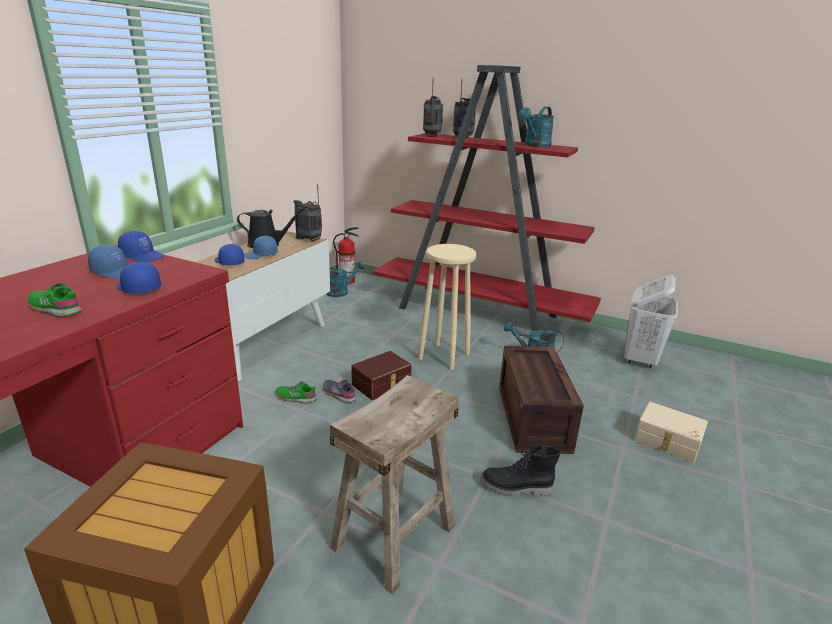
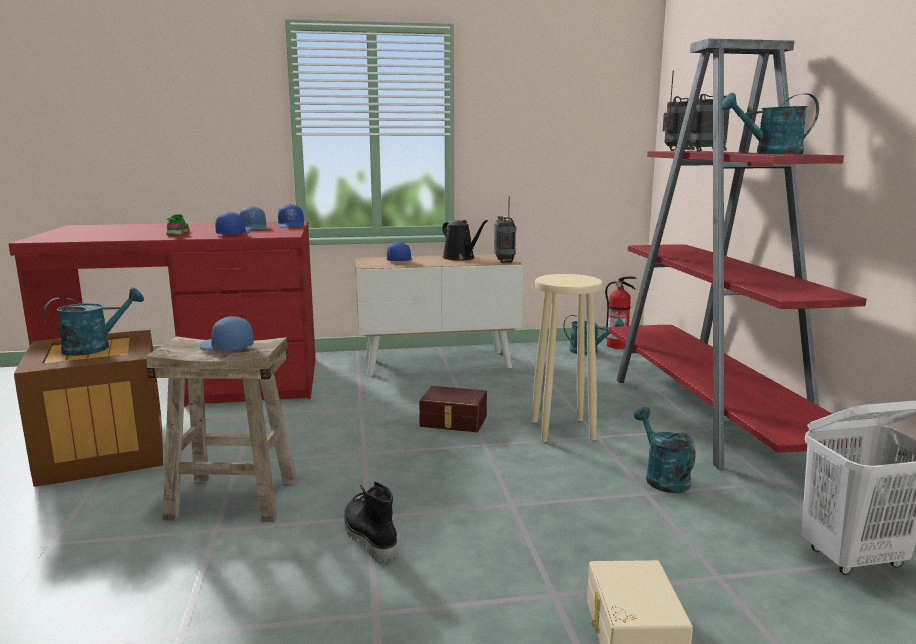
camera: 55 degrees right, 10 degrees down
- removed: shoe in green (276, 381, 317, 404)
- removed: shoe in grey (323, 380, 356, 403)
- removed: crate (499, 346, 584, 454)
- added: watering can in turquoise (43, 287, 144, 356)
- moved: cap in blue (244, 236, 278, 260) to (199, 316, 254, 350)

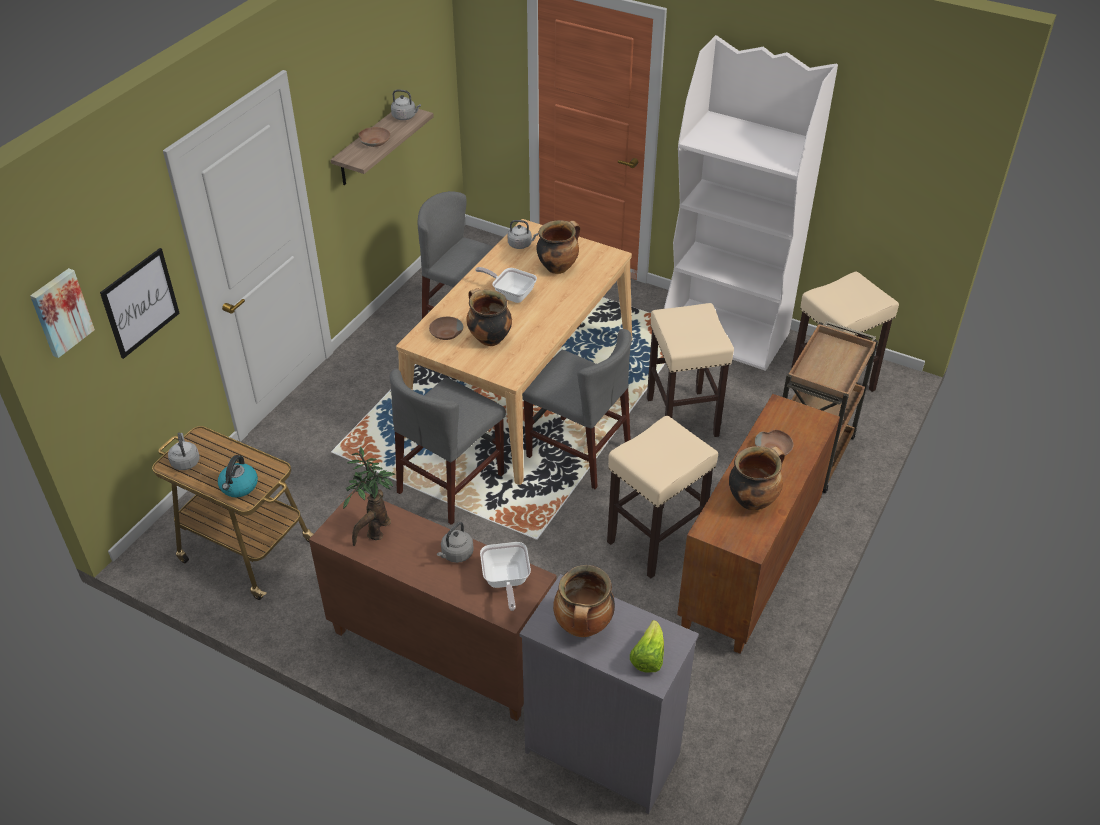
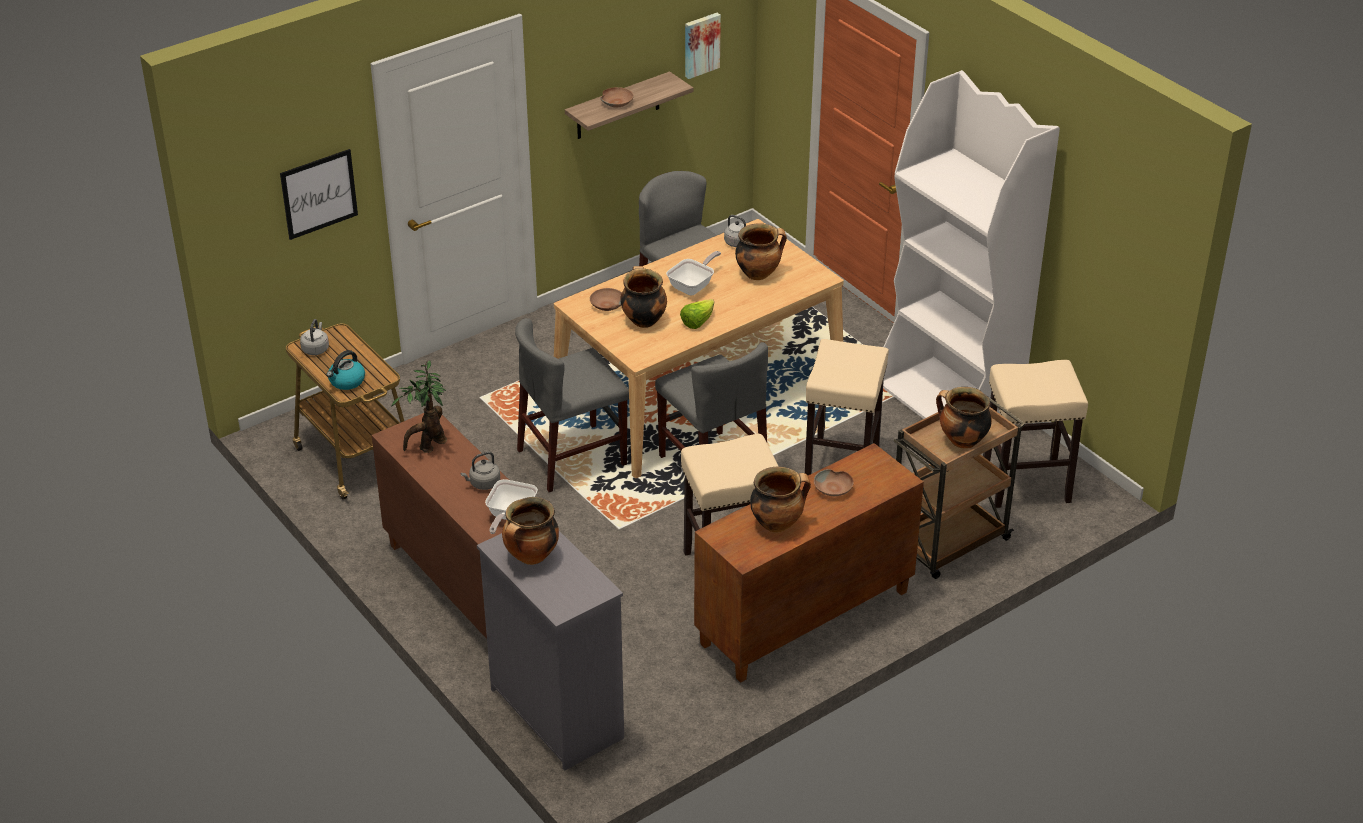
camera: 25 degrees right, 5 degrees down
- removed: kettle in grey (391, 89, 421, 120)
- added: cooking pot (936, 387, 992, 449)
- moved: picture (30, 268, 95, 358) to (685, 13, 721, 79)
- moved: lettuce (630, 620, 664, 673) to (680, 299, 714, 329)
- turned: frying pan (475, 267, 537, 303) = (666, 251, 721, 295) 75 degrees clockwise

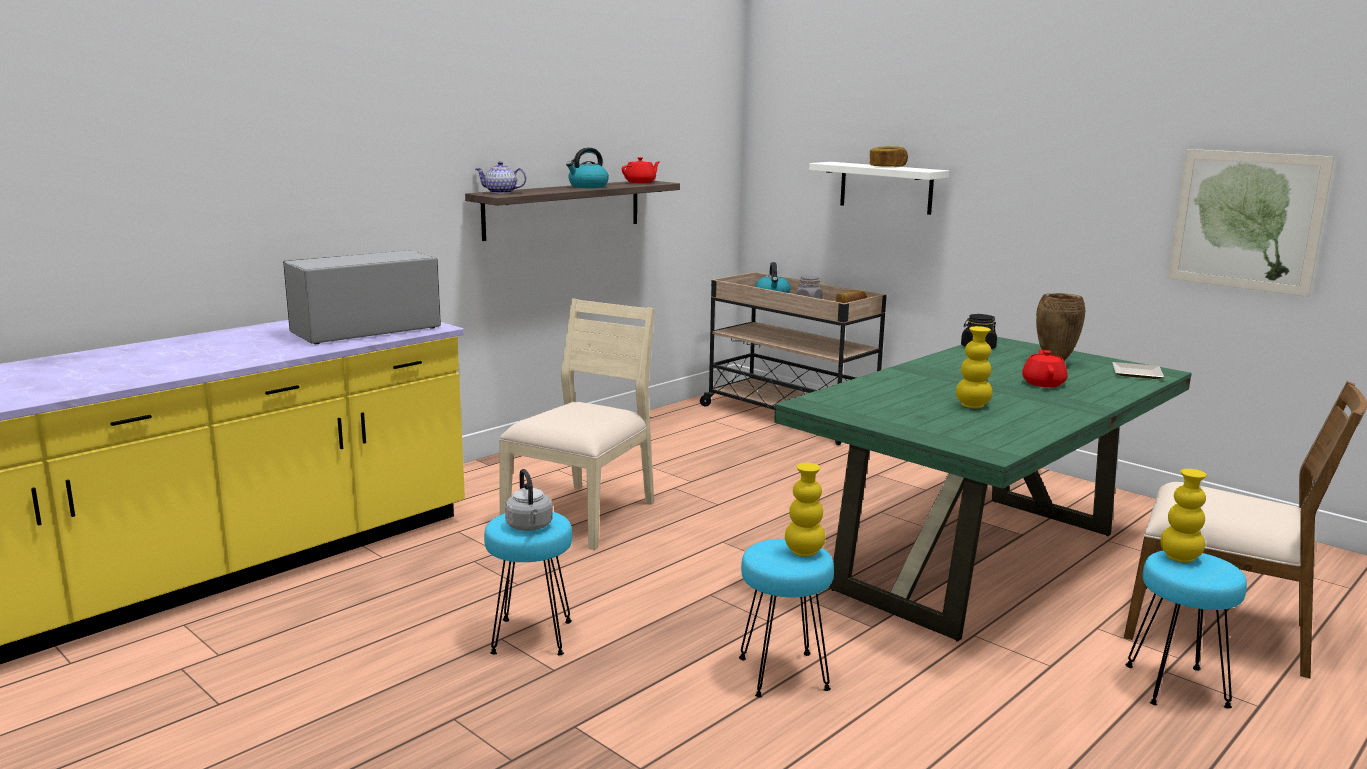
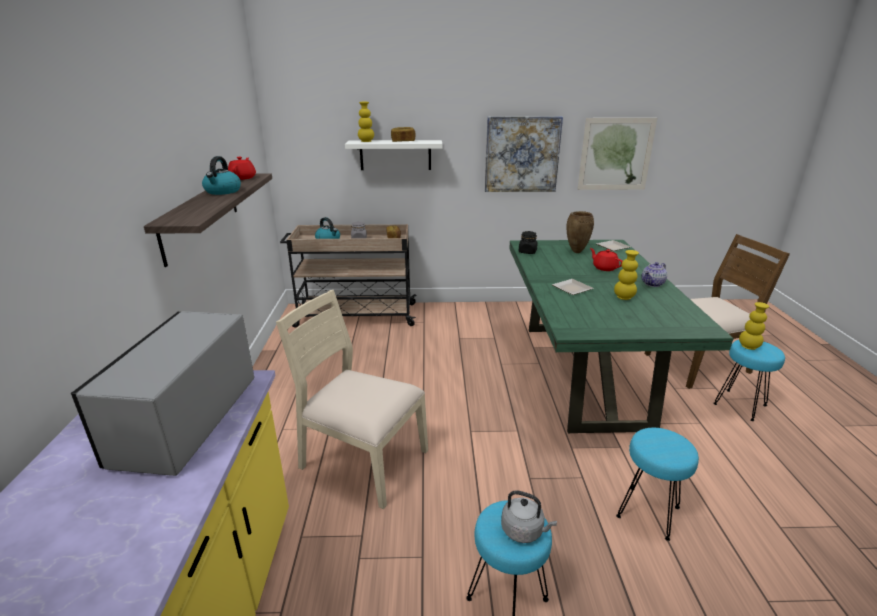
camera: 45 degrees left, 10 degrees up
- added: picture (485, 116, 563, 192)
- added: plate (552, 279, 594, 295)
- moved: teapot (476, 161, 526, 194) to (641, 262, 667, 287)
- moved: vase in yellow (785, 463, 825, 557) to (358, 102, 374, 142)
- turned: chair in beige (499, 298, 655, 550) = (276, 290, 428, 509) 45 degrees counterclockwise

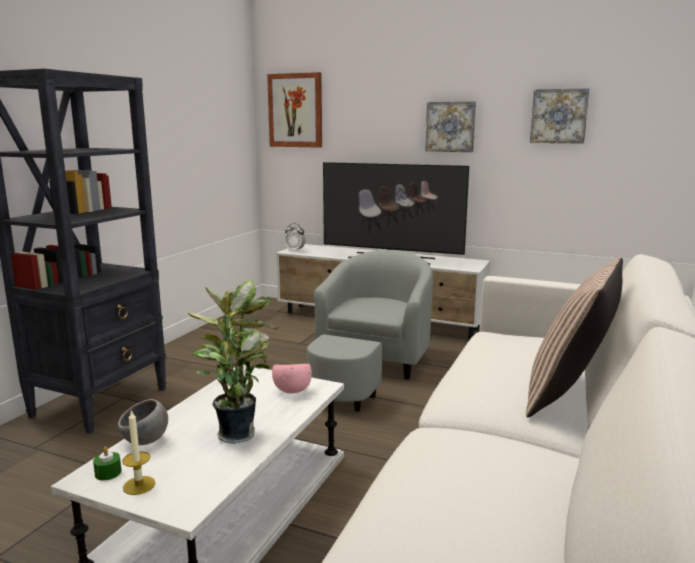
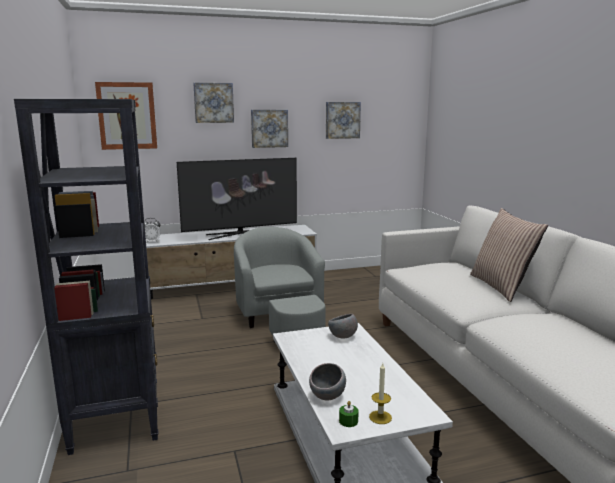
camera: 40 degrees left, 0 degrees up
- removed: potted plant (188, 280, 280, 444)
- added: picture (193, 83, 234, 123)
- recoloured: bowl in pink (272, 364, 312, 393) to bowl in grey (328, 314, 358, 339)

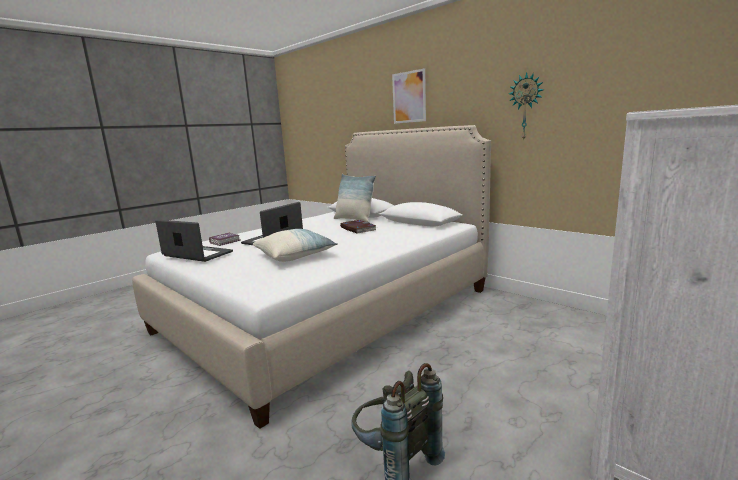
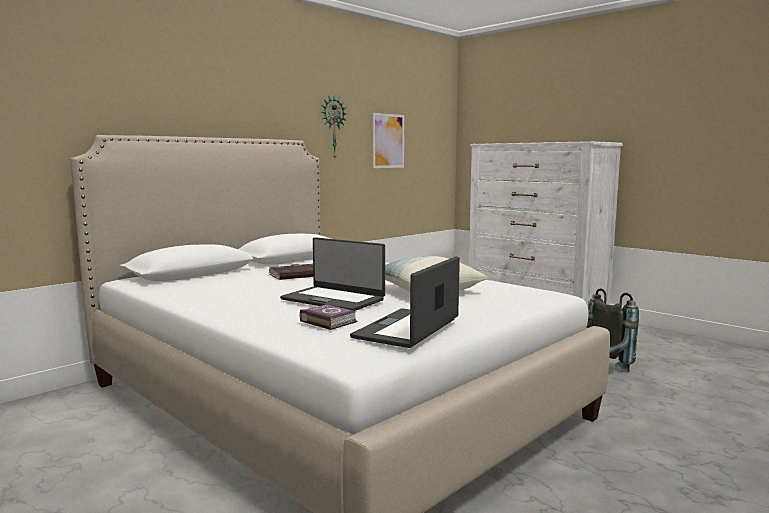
camera: 90 degrees left, 5 degrees down
- removed: pillow (334, 174, 376, 222)
- moved: picture (392, 68, 426, 124) to (372, 113, 404, 168)

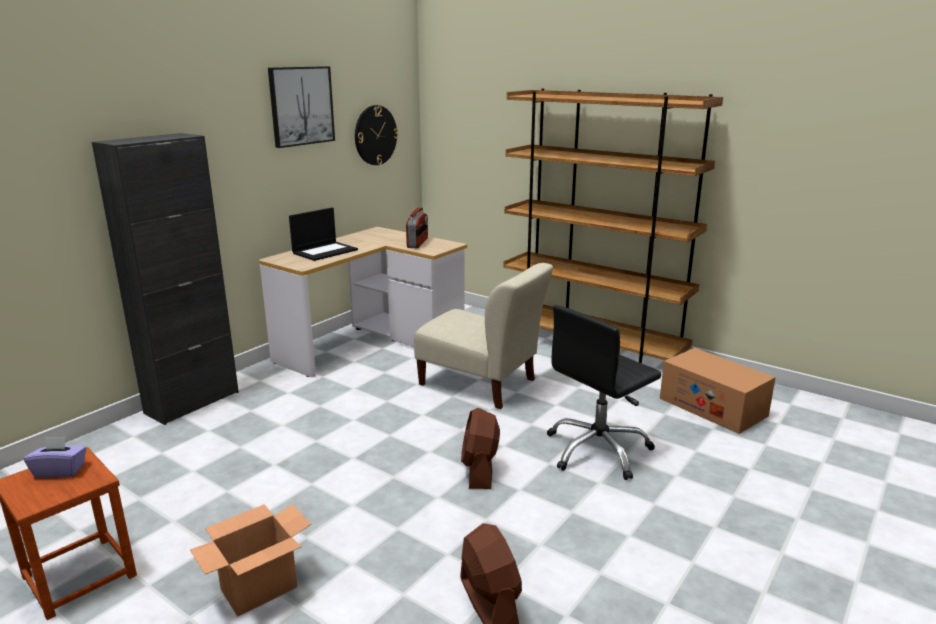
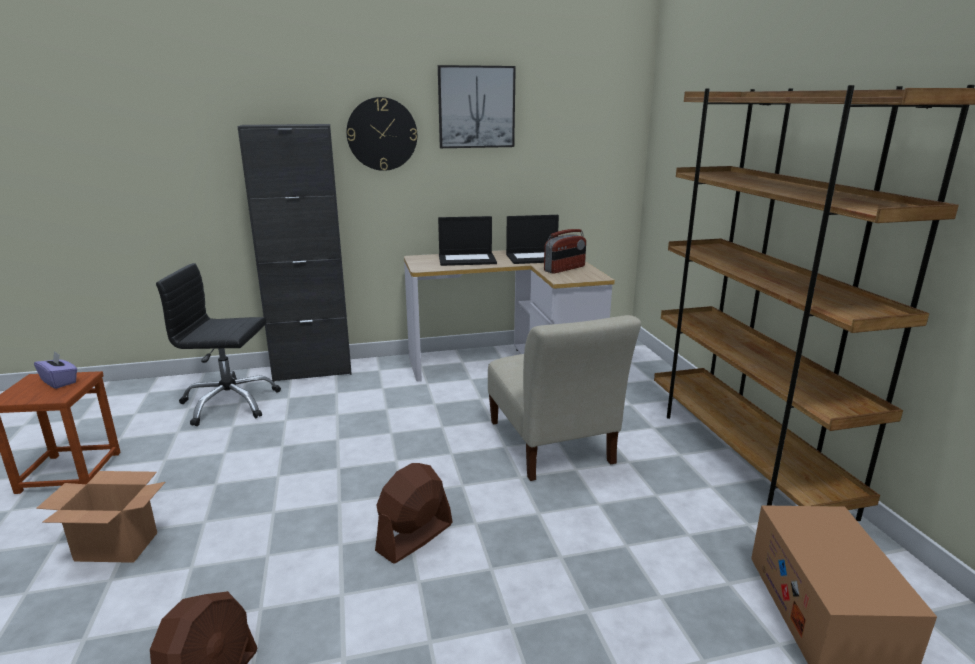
camera: 40 degrees right, 0 degrees up
- added: laptop (506, 215, 559, 264)
- moved: wall clock (355, 105, 398, 165) to (346, 97, 417, 171)
- moved: office chair in black (547, 305, 661, 480) to (156, 263, 281, 426)

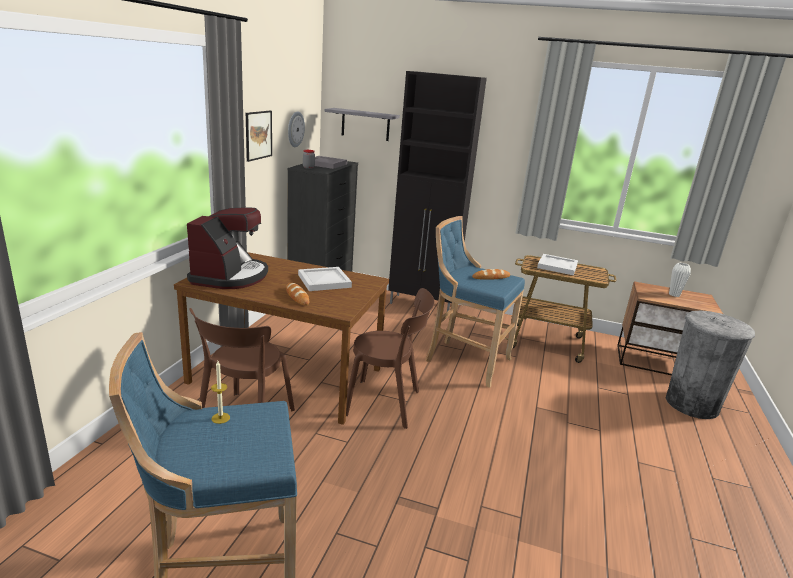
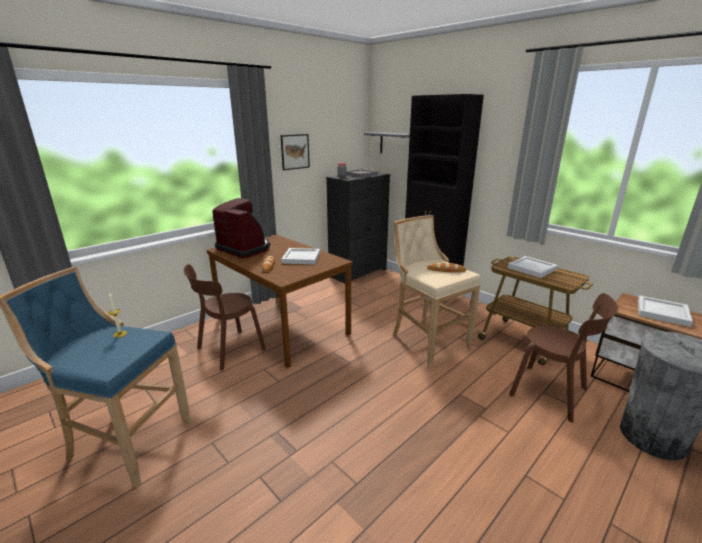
camera: 30 degrees right, 0 degrees up
- removed: wall clock (288, 111, 305, 147)
- moved: chair in brown (346, 288, 435, 429) to (509, 293, 618, 423)
- replaced: vase in white (669, 263, 691, 297) to tray in white (638, 295, 693, 327)
- recoloured: stool in blue (426, 216, 525, 388) to stool in beige (393, 215, 481, 368)
- turned: coffee machine (187, 207, 268, 289) = (212, 198, 270, 258) 90 degrees counterclockwise

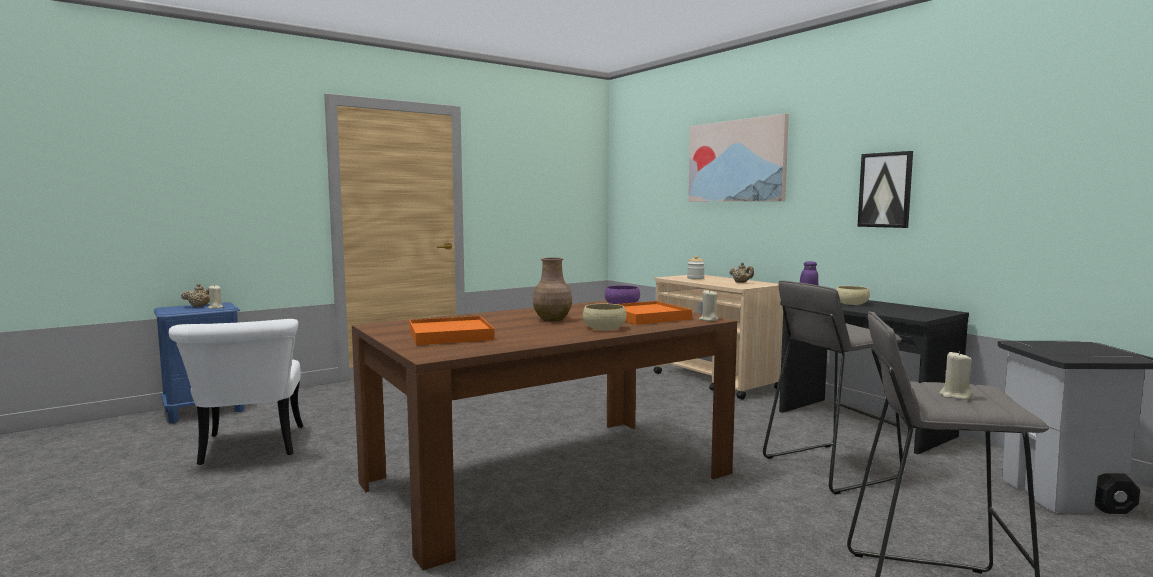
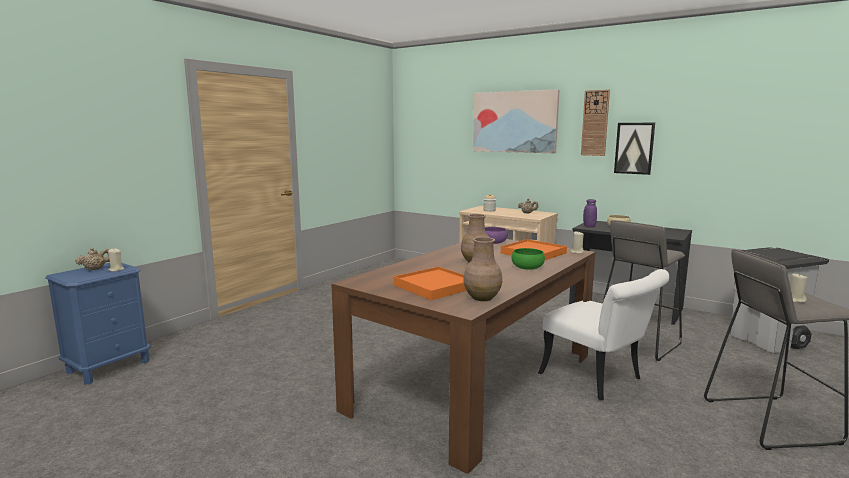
camera: 20 degrees left, 5 degrees up
- added: vase in brown (463, 237, 502, 301)
- added: wall clock (581, 90, 610, 156)
- moved: chair in white (169, 319, 303, 465) to (538, 269, 669, 400)
- recoloured: bowl in beige (583, 304, 626, 330) to bowl in green (511, 248, 545, 270)

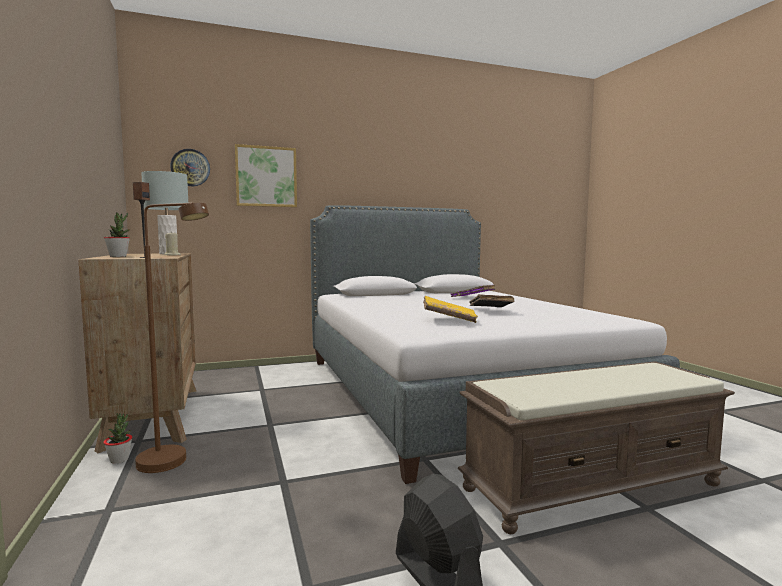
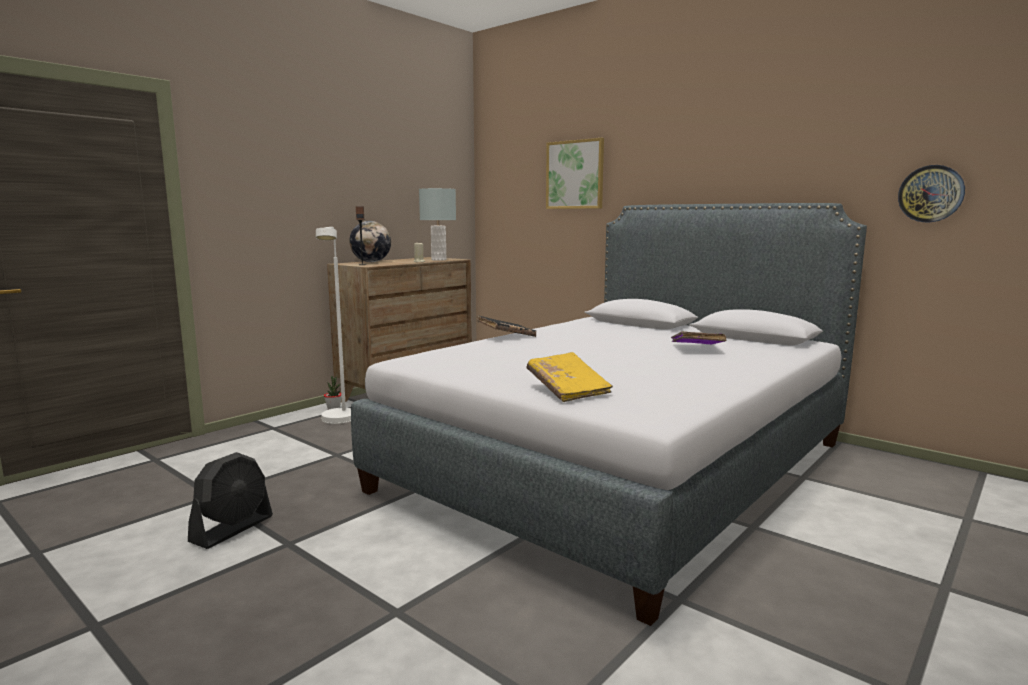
camera: 60 degrees right, 5 degrees up
- removed: bench in brown (458, 361, 735, 534)
- moved: wall clock (170, 149, 210, 186) to (898, 165, 965, 222)
- moved: book in yellow (423, 296, 478, 323) to (526, 352, 613, 402)
- moved: book in black (469, 294, 514, 307) to (477, 315, 537, 337)
- replaced: potted plant (104, 213, 130, 257) to globe (349, 221, 391, 262)
- recoloured: floor lamp in brown (135, 203, 209, 473) to floor lamp in white (316, 227, 351, 424)

